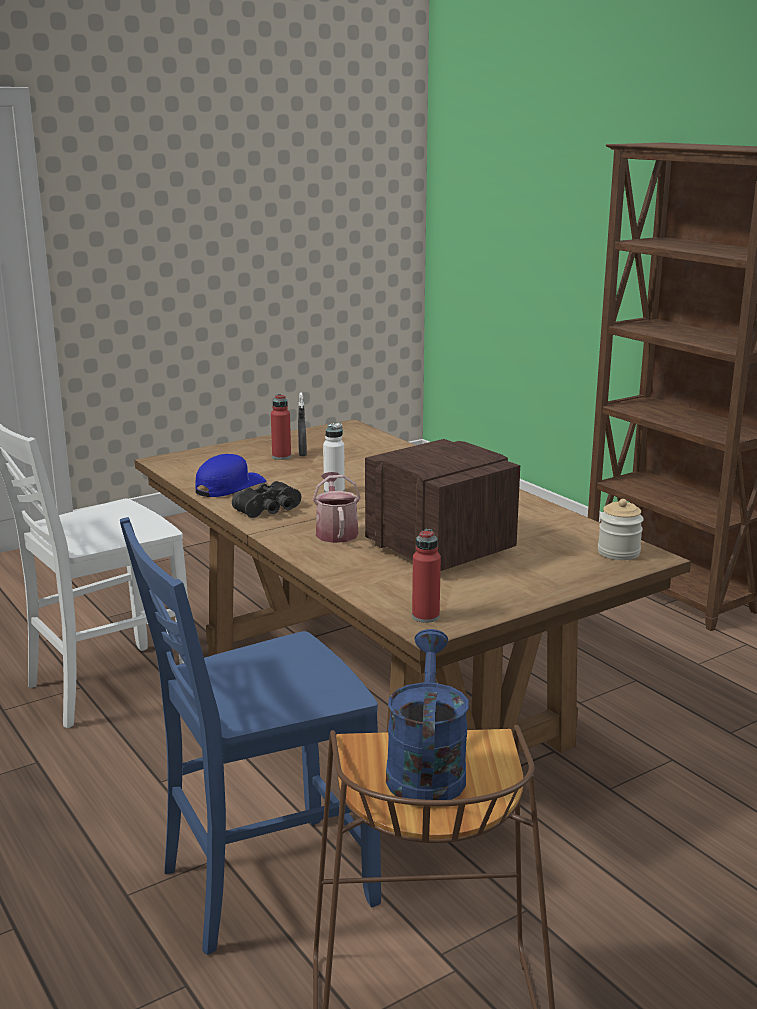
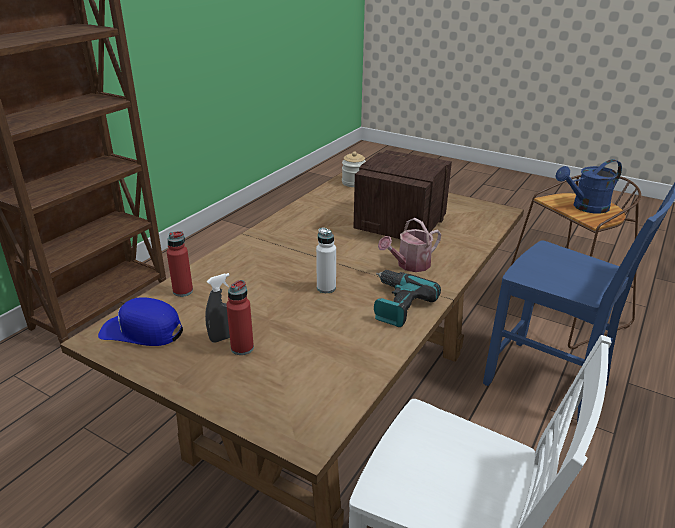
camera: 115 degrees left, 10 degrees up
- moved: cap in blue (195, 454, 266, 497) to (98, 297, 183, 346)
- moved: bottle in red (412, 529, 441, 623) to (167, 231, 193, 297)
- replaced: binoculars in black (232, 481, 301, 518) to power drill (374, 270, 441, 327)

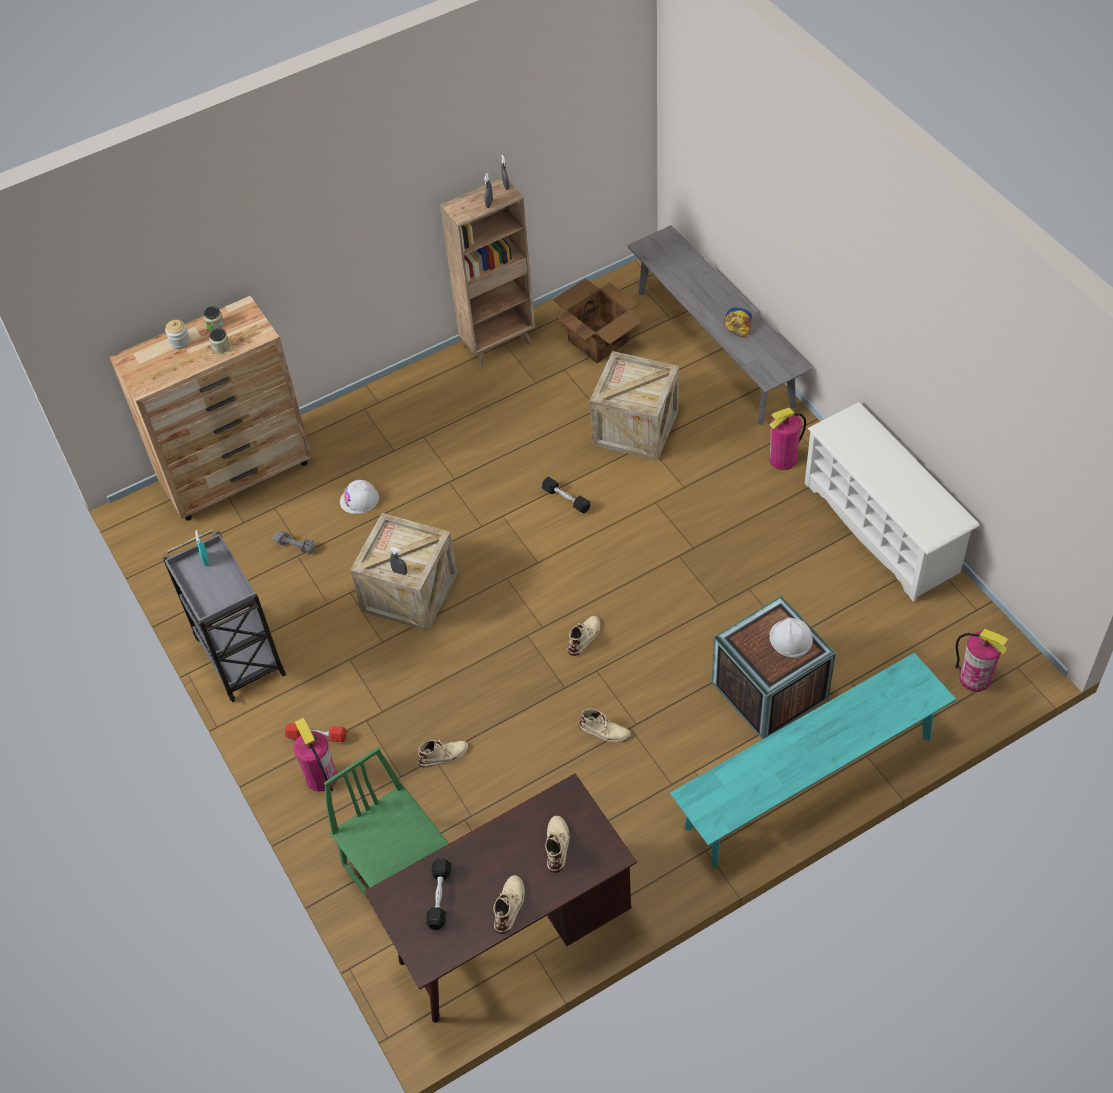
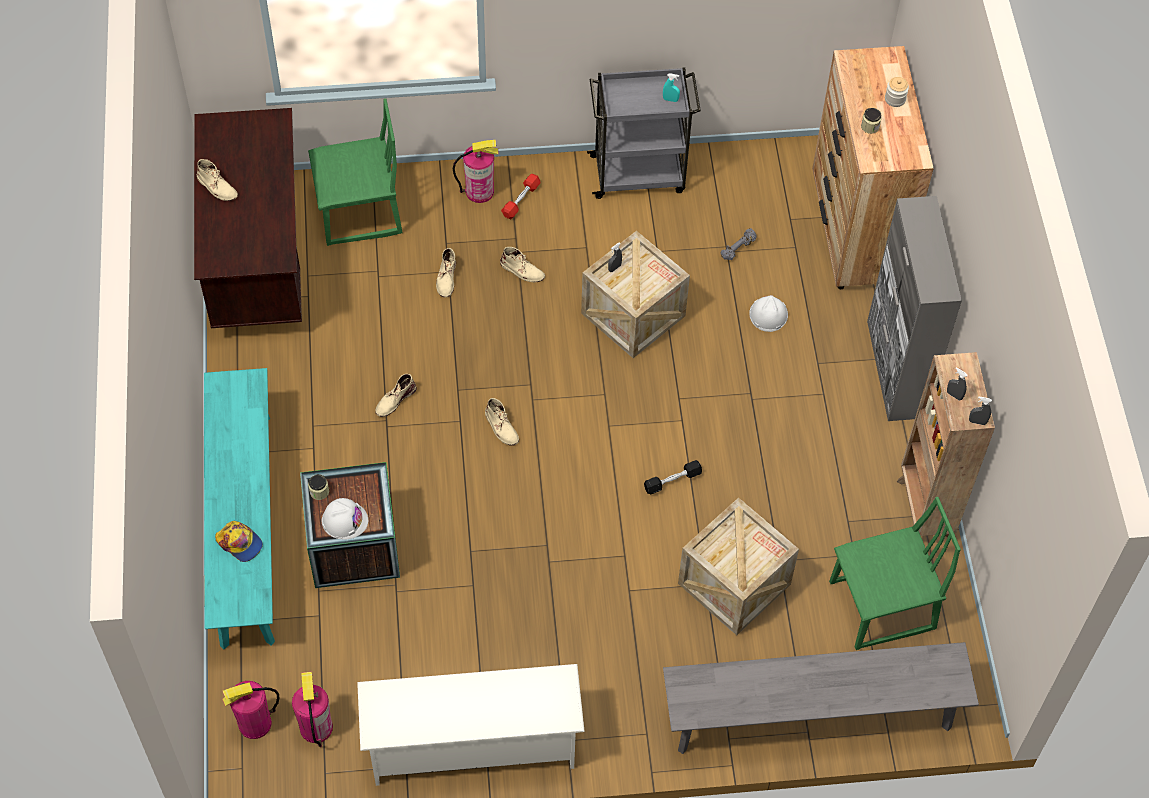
camera: 110 degrees right, 5 degrees up
- removed: dumbbell in black (426, 858, 452, 930)
- added: cabinet in grey (867, 196, 962, 421)
- moved: jar (203, 307, 224, 331) to (308, 474, 329, 500)
- moved: boot in beige (545, 816, 570, 873) to (500, 247, 545, 282)
- moved: cap (724, 307, 752, 338) to (215, 521, 263, 562)
- moved: fire extinguisher (769, 408, 806, 470) to (292, 672, 333, 747)
- replaced: cardboard box (553, 278, 643, 363) to chair in green (829, 497, 961, 650)

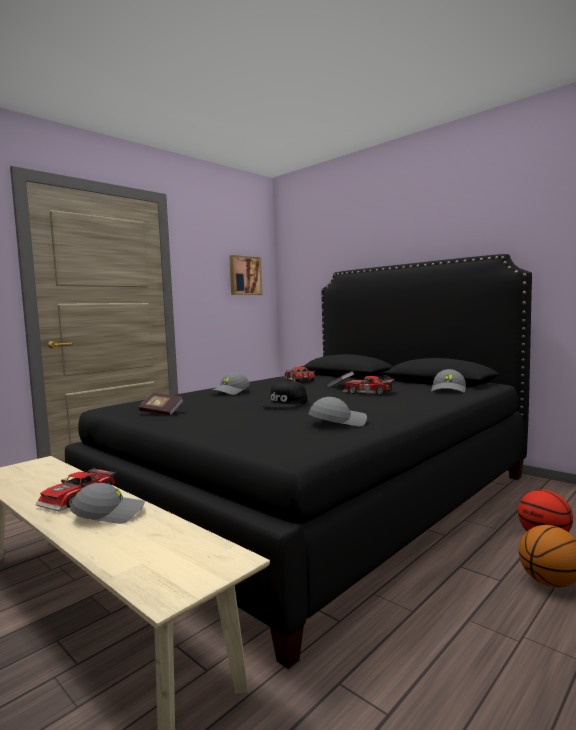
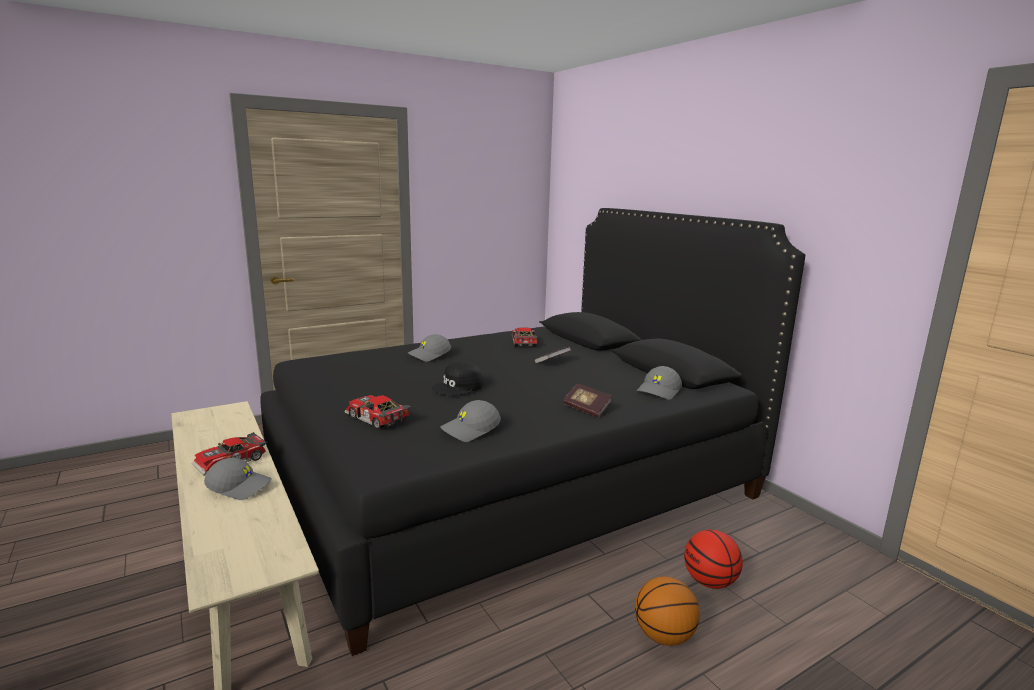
camera: 15 degrees right, 10 degrees up
- removed: picture (229, 255, 263, 295)
- moved: book (139, 393, 184, 416) to (563, 383, 612, 418)
- moved: toy car (342, 376, 394, 395) to (344, 395, 411, 429)
- turned: cap in grey (308, 397, 367, 426) = (440, 400, 501, 442) 150 degrees clockwise

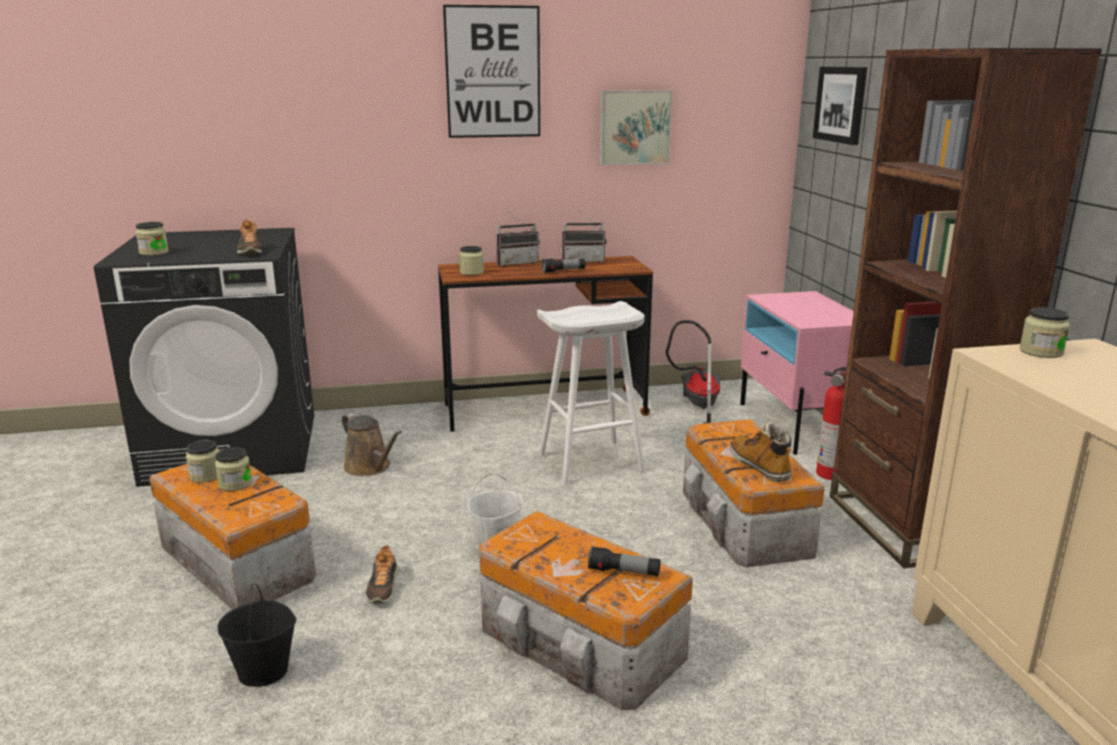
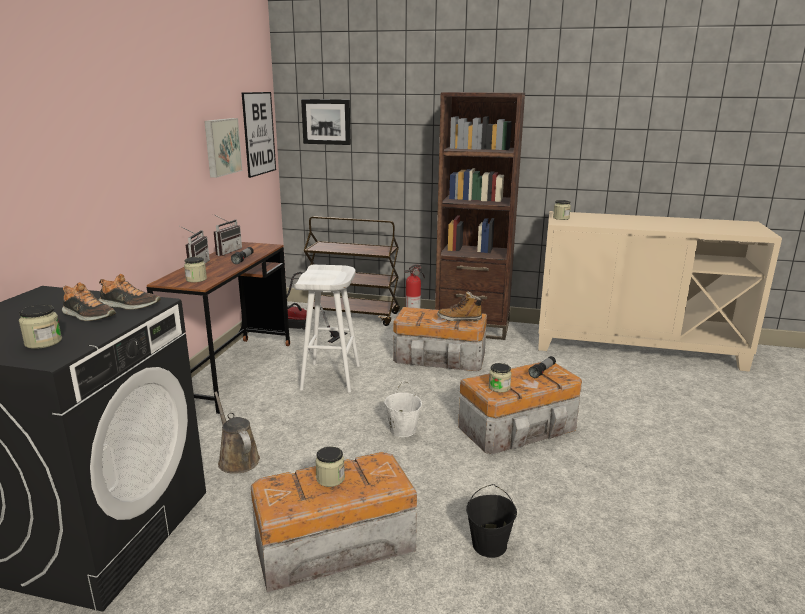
camera: 65 degrees left, 0 degrees up
- moved: jar (186, 440, 220, 483) to (489, 363, 511, 393)
- moved: shoe (365, 545, 399, 603) to (62, 282, 116, 321)
- moved: picture (443, 5, 540, 138) to (242, 92, 276, 178)
- replaced: nightstand in pink (740, 291, 854, 455) to cart in brown (304, 216, 400, 326)
- turned: watering can in brown (342, 413, 402, 476) = (214, 391, 260, 474) 105 degrees counterclockwise

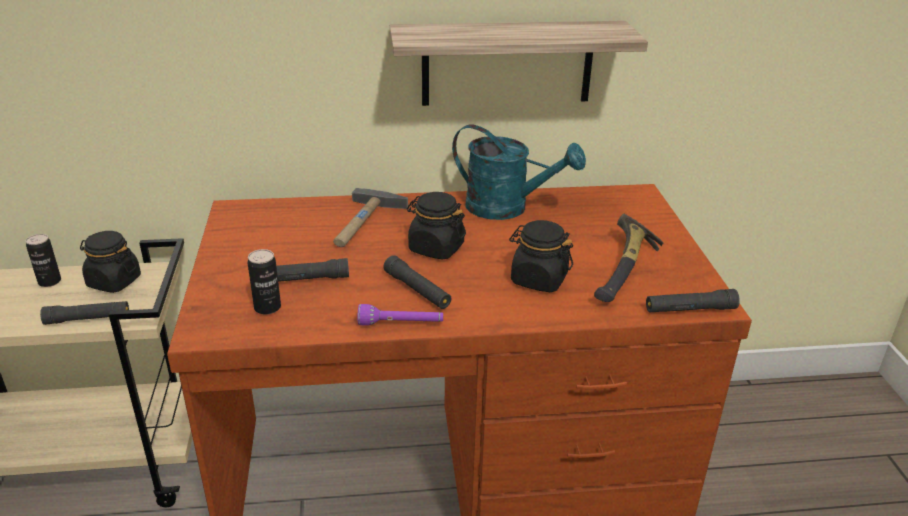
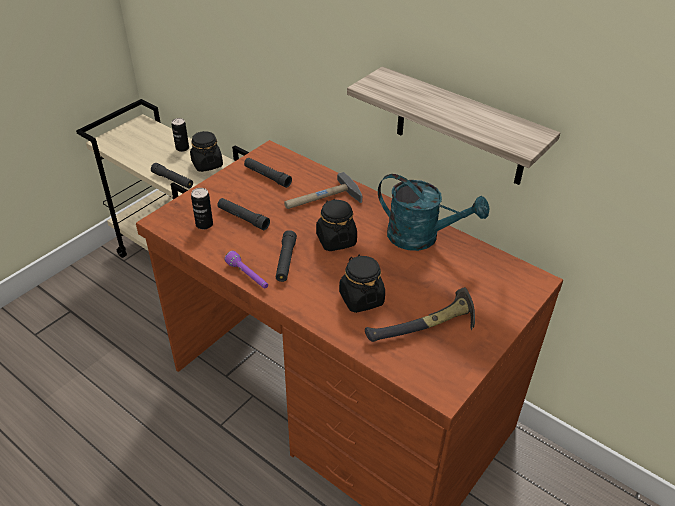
camera: 45 degrees right, 10 degrees up
- moved: flashlight in black (646, 289, 740, 312) to (244, 158, 292, 188)
- turned: watering can in turquoise (452, 125, 586, 220) = (378, 174, 490, 251) 45 degrees counterclockwise

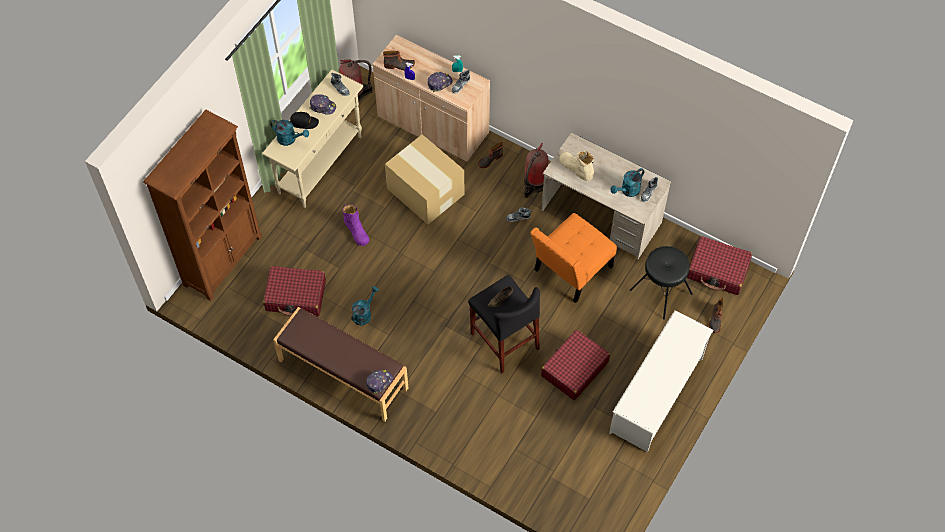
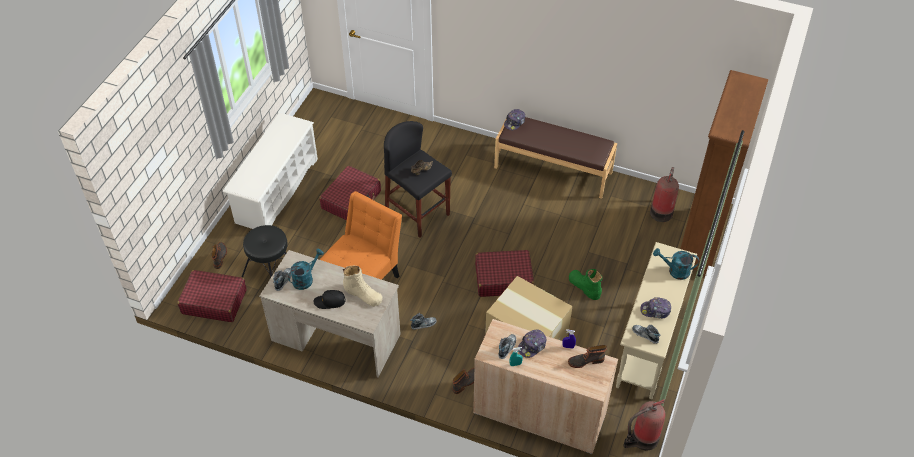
camera: 170 degrees right, 10 degrees down
- removed: watering can in turquoise (351, 286, 379, 325)
- moved: suitcase in red (263, 266, 326, 317) to (475, 250, 534, 297)
- moved: cap in black (290, 112, 319, 129) to (314, 290, 346, 309)
- moved: fire extinguisher (524, 143, 548, 198) to (650, 167, 679, 222)
- recoloured: boot in purple (342, 204, 369, 246) to boot in green (569, 269, 602, 300)

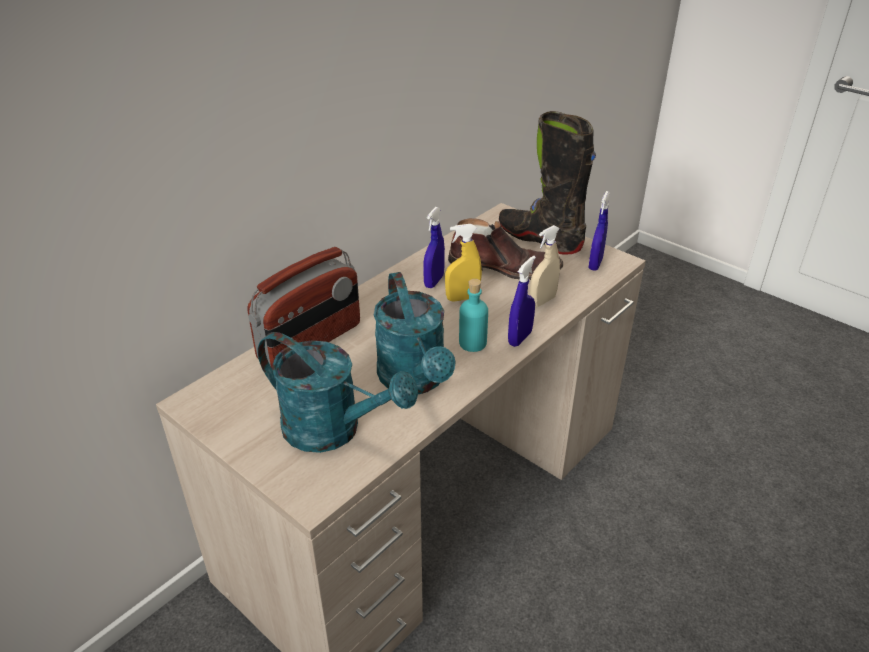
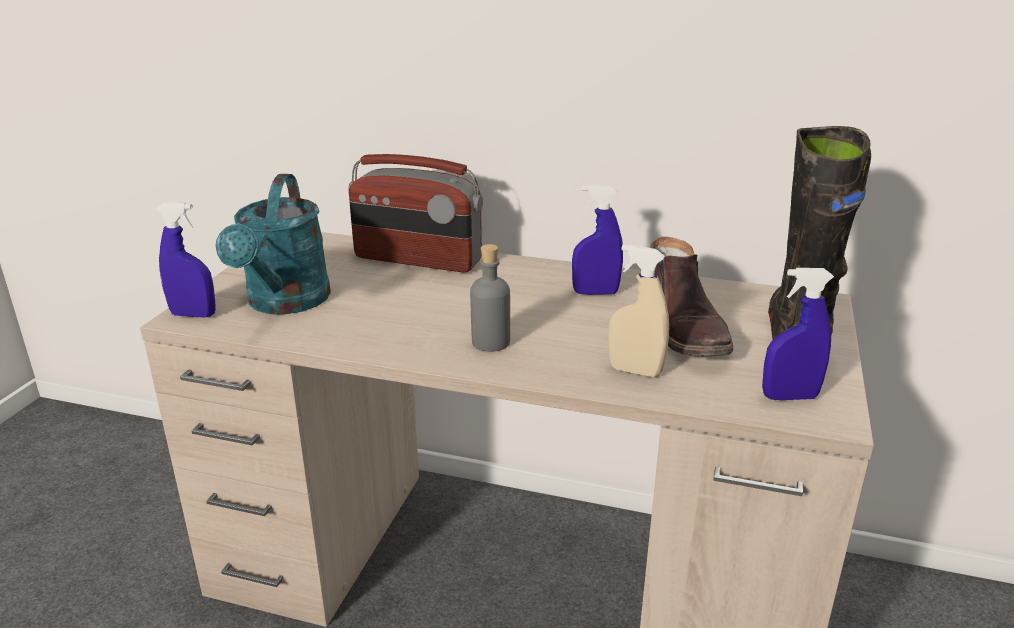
camera: 65 degrees right, 10 degrees down
- removed: watering can in turquoise (374, 272, 456, 394)
- removed: spray bottle in yellow (445, 224, 482, 302)
- moved: spray bottle in blue (508, 256, 536, 347) to (156, 202, 216, 318)
- recoloured: bottle in turquoise (459, 279, 488, 352) to bottle in grey (470, 244, 510, 352)

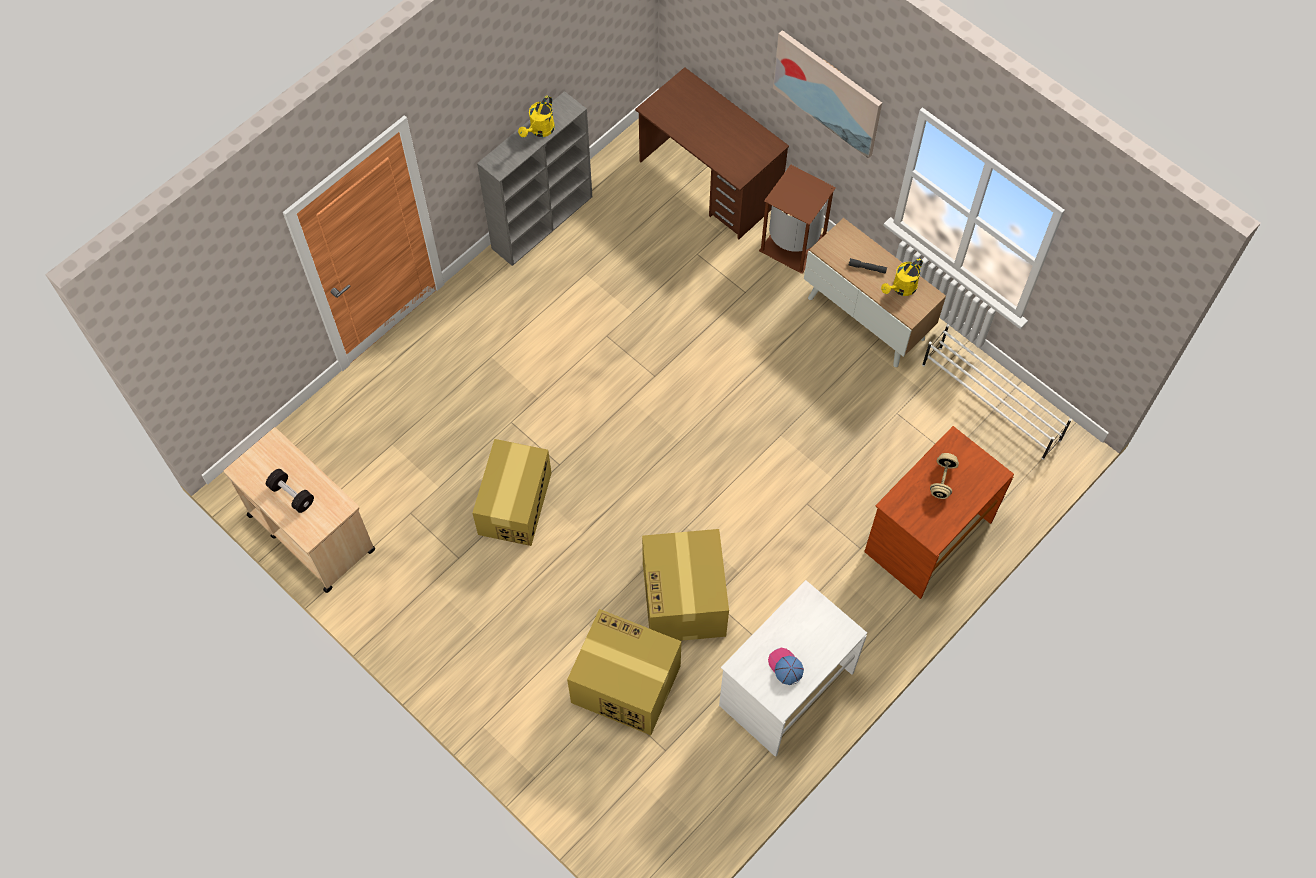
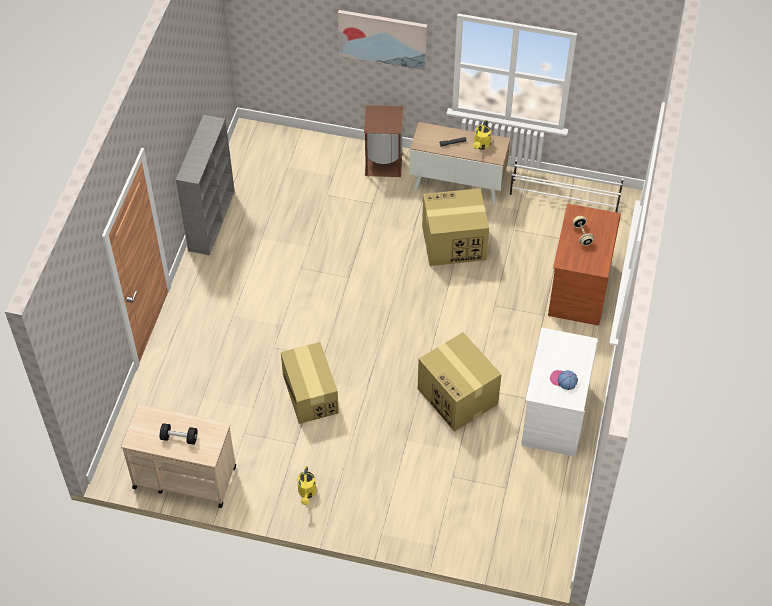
camera: 30 degrees left, 10 degrees down
- removed: desk in brown (635, 67, 789, 239)
- moved: watering can in yellow (518, 96, 555, 137) to (297, 466, 317, 505)
- moved: cardboard box (567, 609, 682, 735) to (422, 188, 489, 266)

